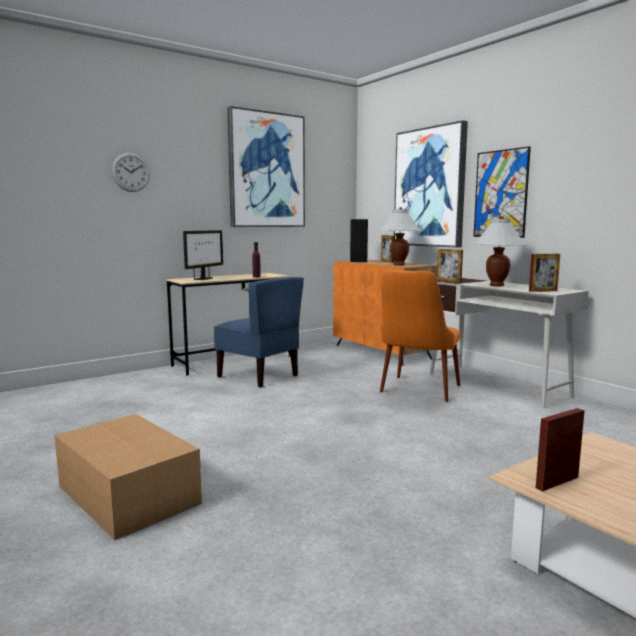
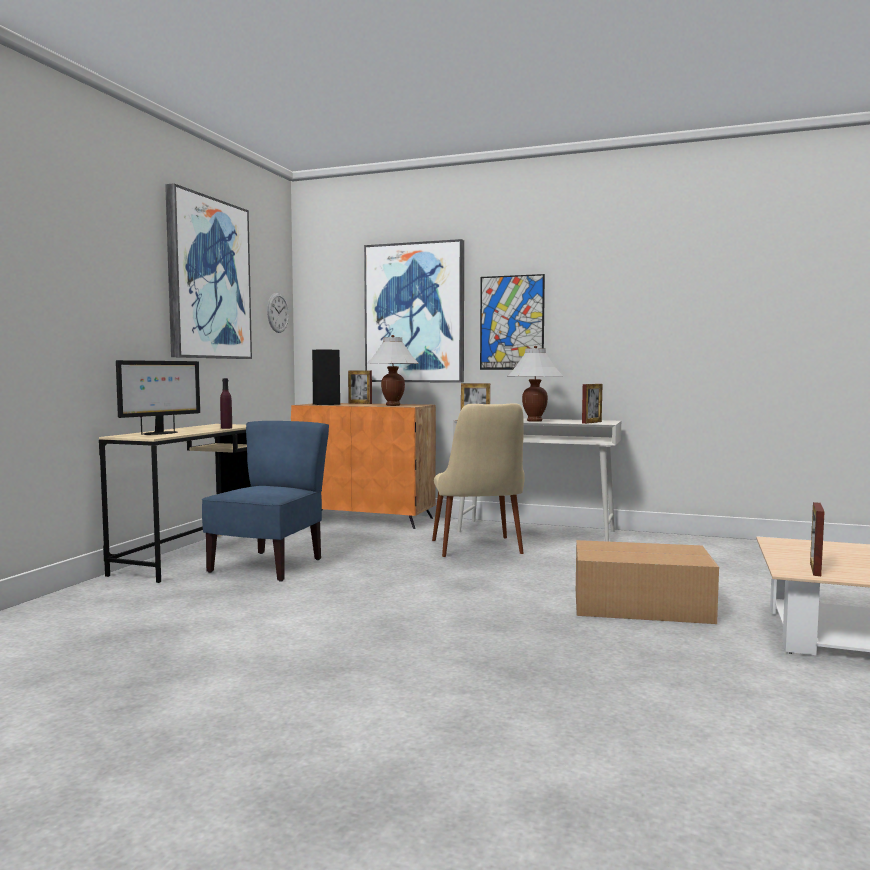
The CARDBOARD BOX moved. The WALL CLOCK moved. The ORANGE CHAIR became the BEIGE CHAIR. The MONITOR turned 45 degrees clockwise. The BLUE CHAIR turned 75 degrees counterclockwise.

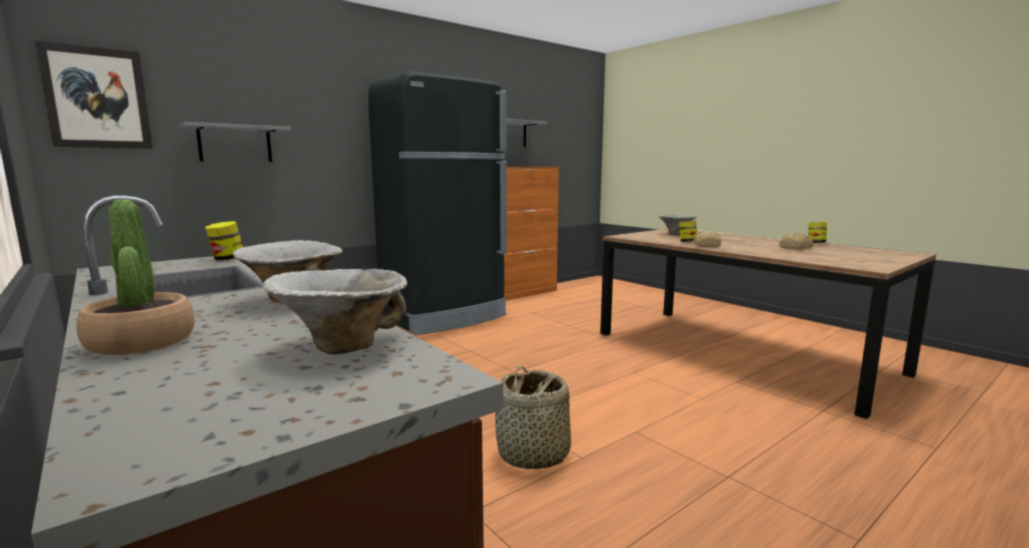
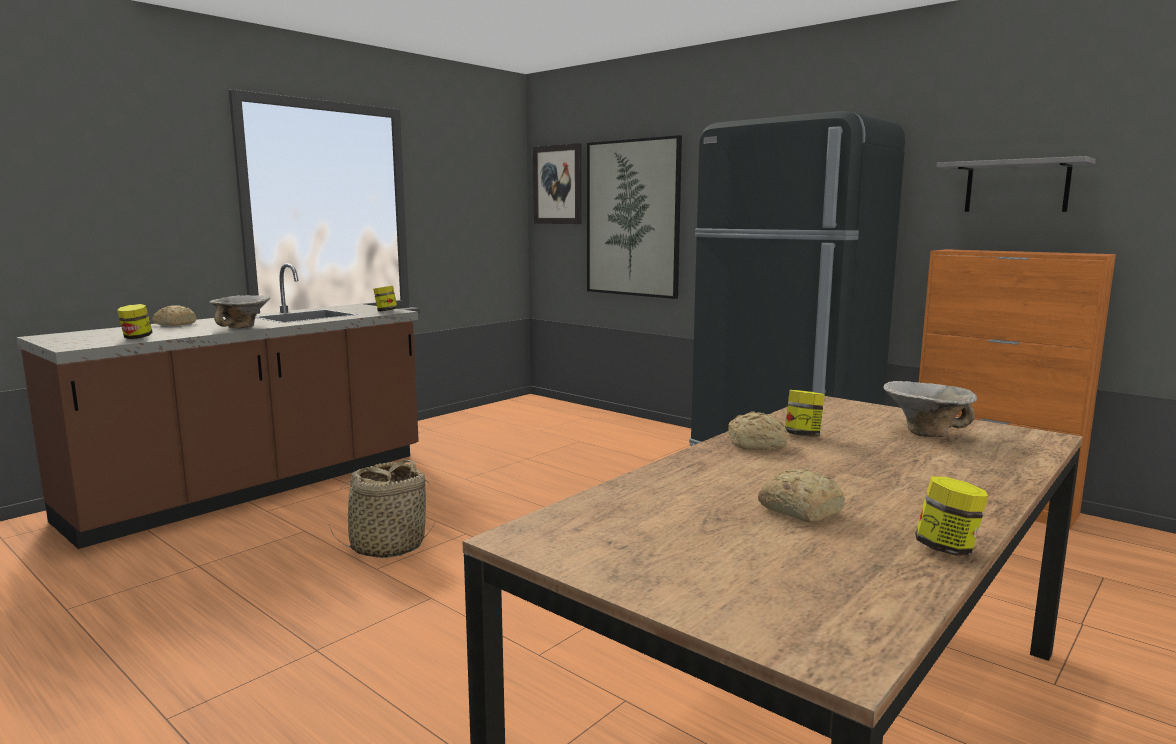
The POTTED PLANT was replaced by the BREAD (1st from left). The GREY SHELF (1st from left) was replaced by the PICTURE (2nd from left). The BOWL (2nd from left) was replaced by the JAR (1st from left).

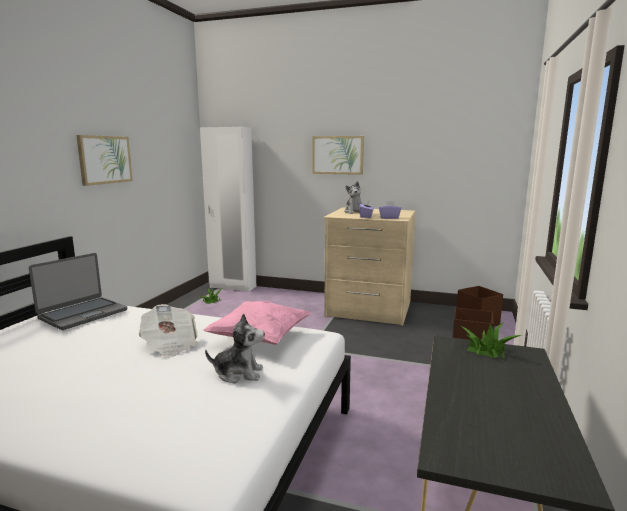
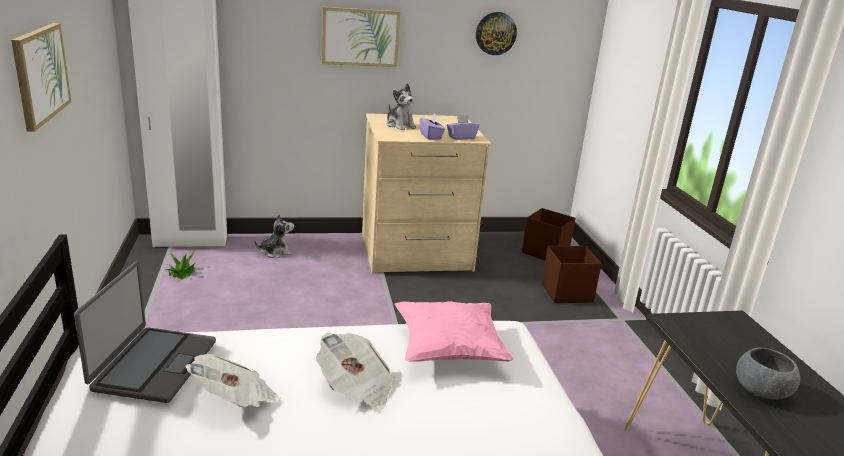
The POTTED PLANT (2nd from left) disappeared. The NEWSPAPER (1st from left) appeared. The WALL CLOCK appeared. The GREY BOWL appeared. The PLUSH TOY (1st from left) moved.

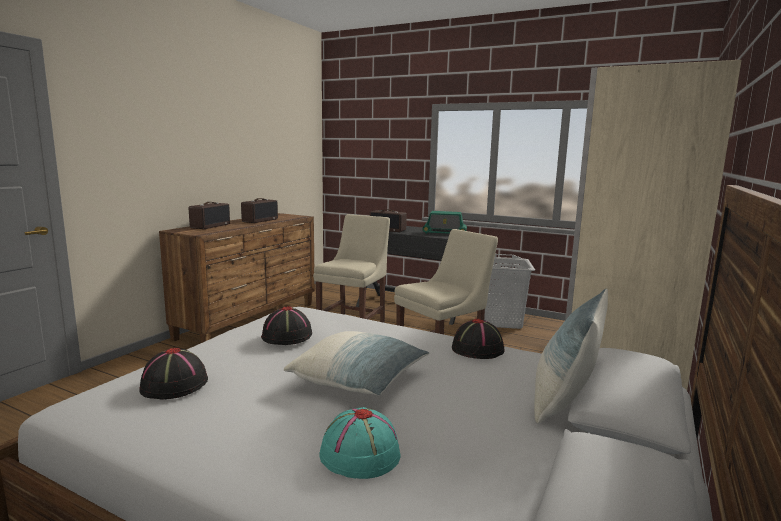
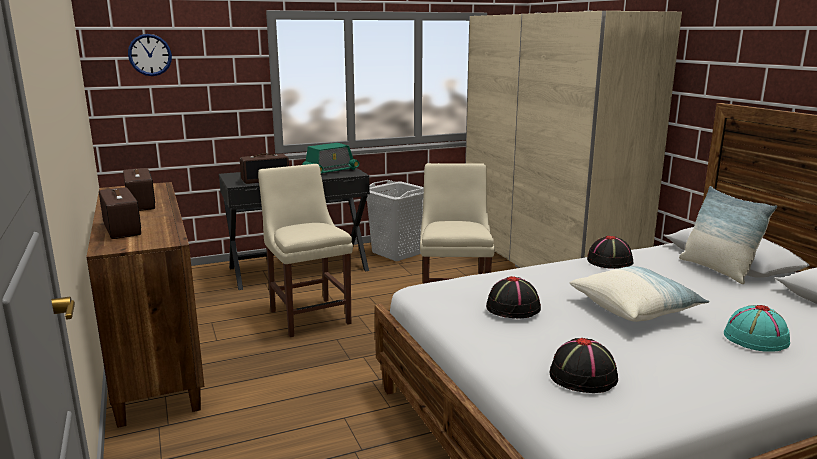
The WALL CLOCK appeared.

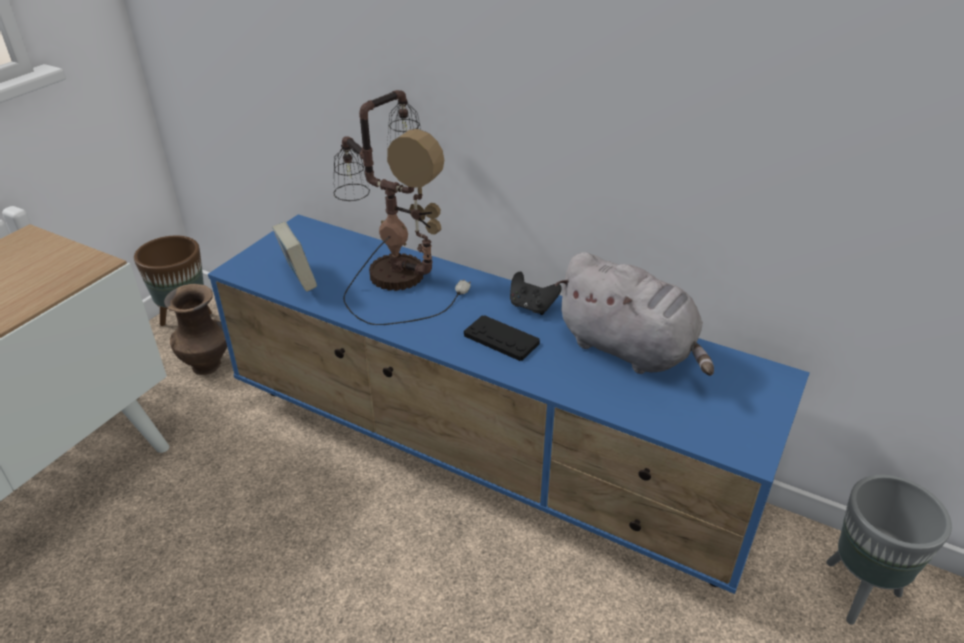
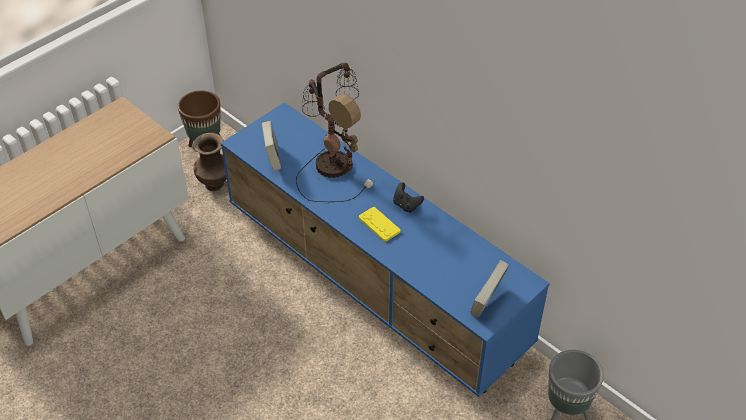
The GREY PLUSH TOY disappeared. The BOOK (2nd from left) appeared. The BLACK GAME CONTROLLER (1st from left) became the YELLOW GAME CONTROLLER.

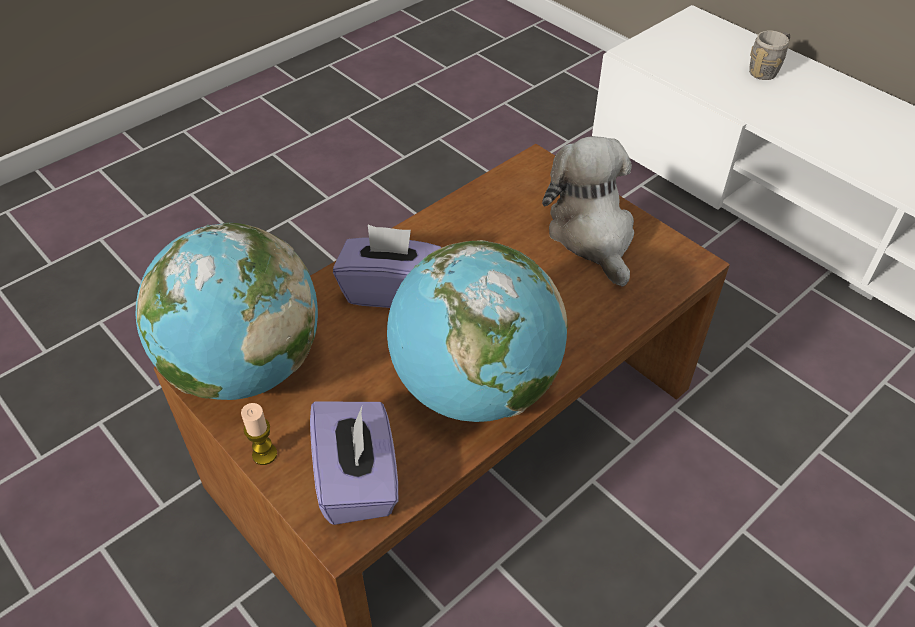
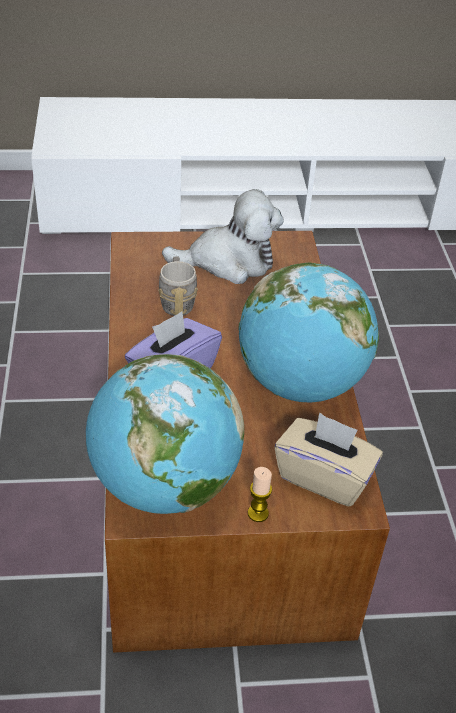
The GREY MUG moved. The PURPLE TISSUE BOX (1st from left) became the BEIGE TISSUE BOX. The PLUSH TOY turned 150 degrees clockwise.

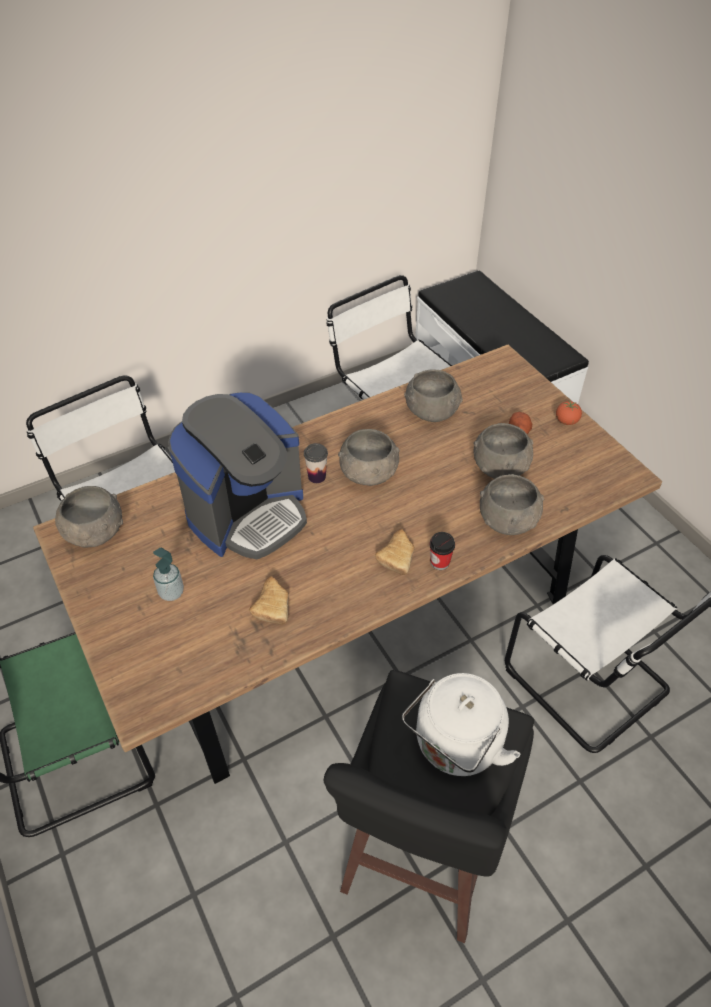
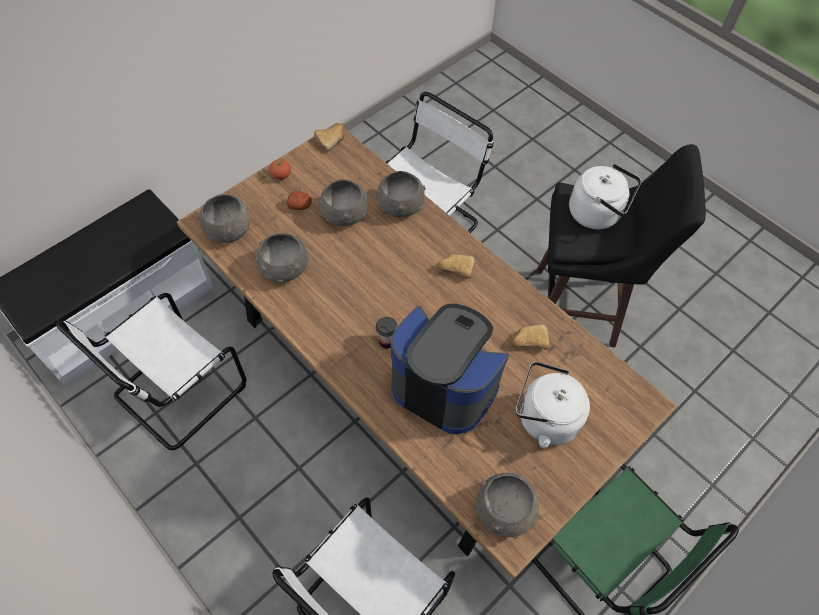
The CUP (2nd from left) disappeared. The BREAD (1st from left) appeared. The GREY BOWL (2nd from left in the first image) moved. The SOAP DISPENSER was replaced by the WHITE KETTLE (1st from left).

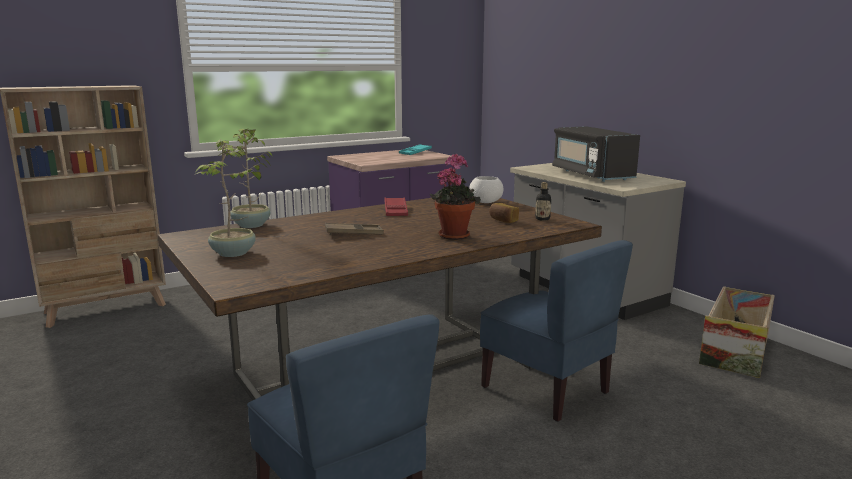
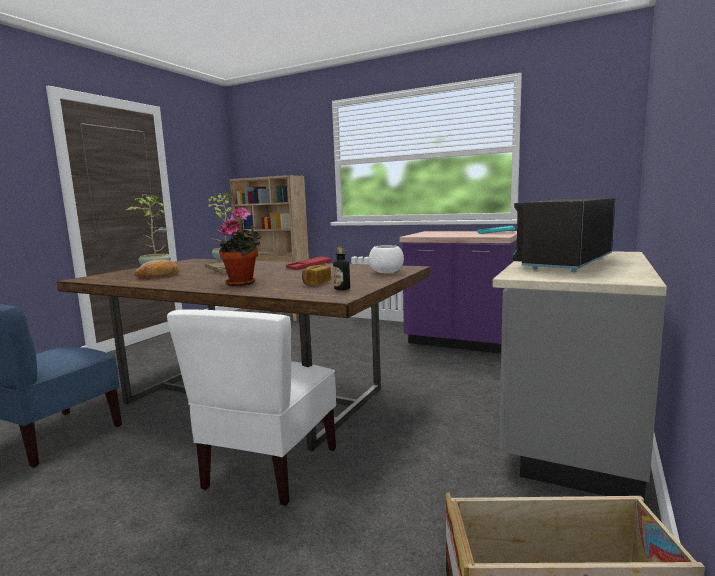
The BREAD (1st from left) appeared. The BLUE CHAIR (2nd from left) became the WHITE CHAIR.

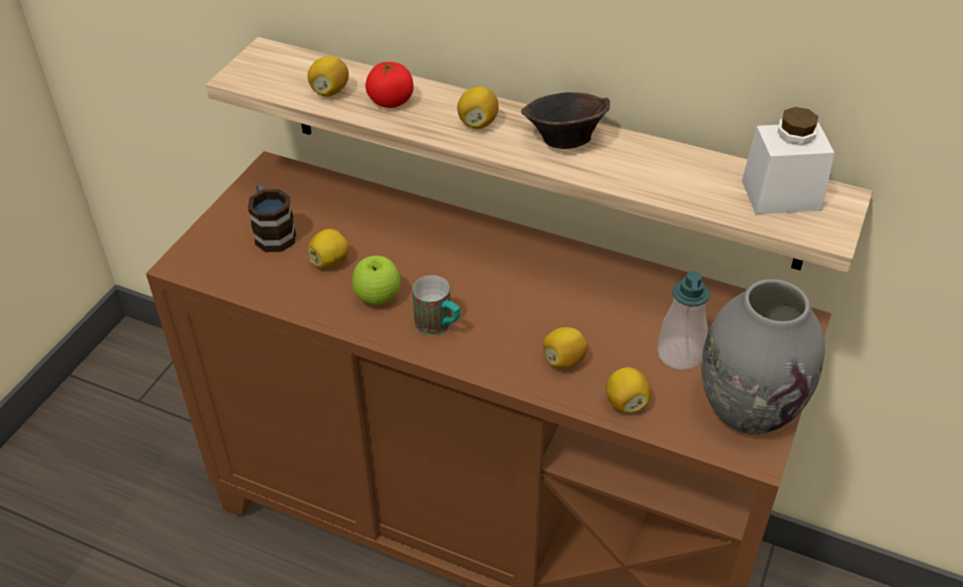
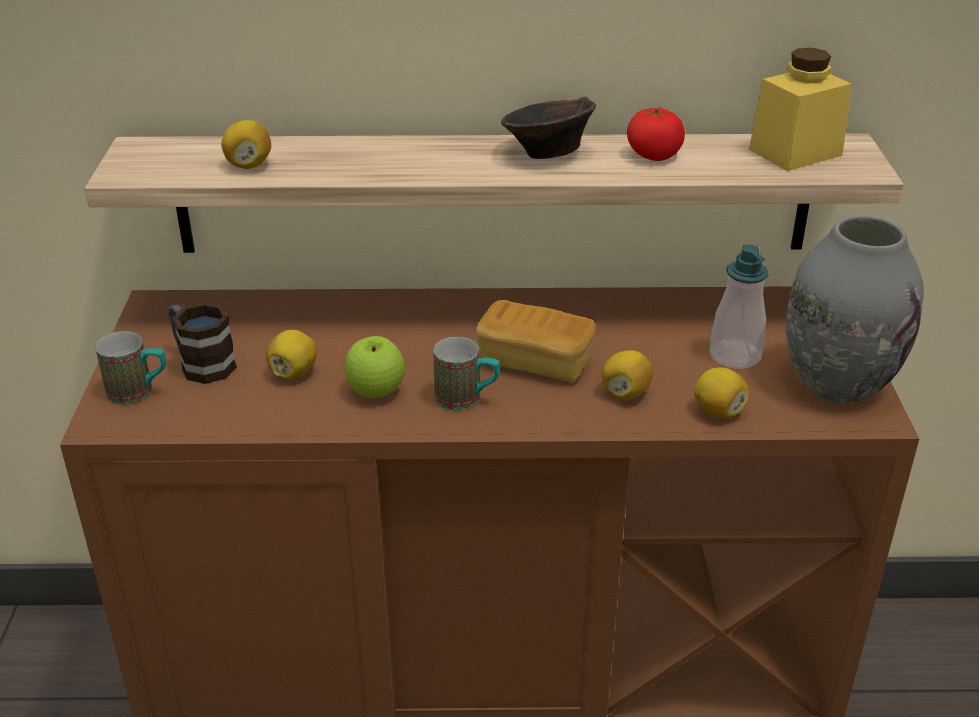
The LEMON (3rd from left) disappeared. The MUG (1st from left) appeared. The BREAD appeared. The TOMATO moved. The WHITE JAR became the YELLOW JAR.

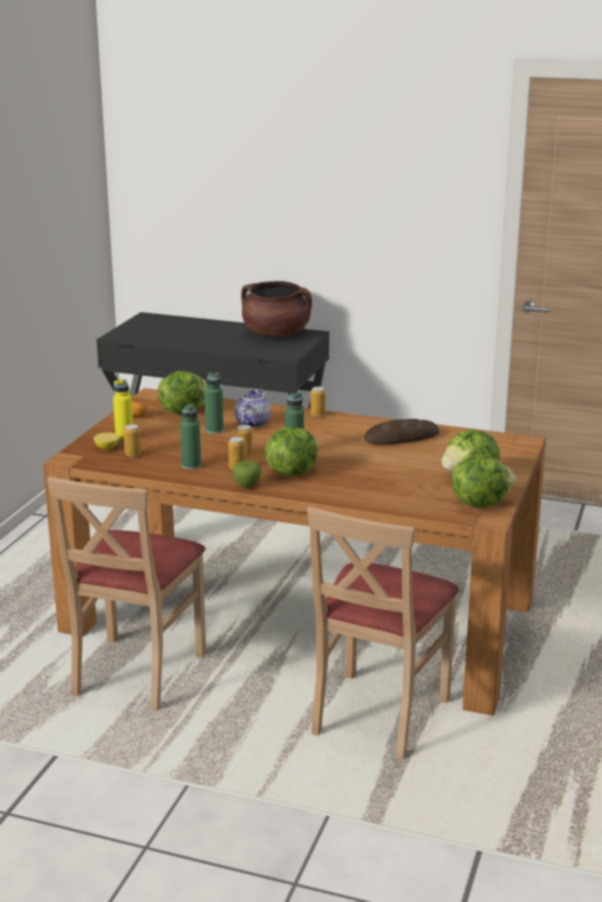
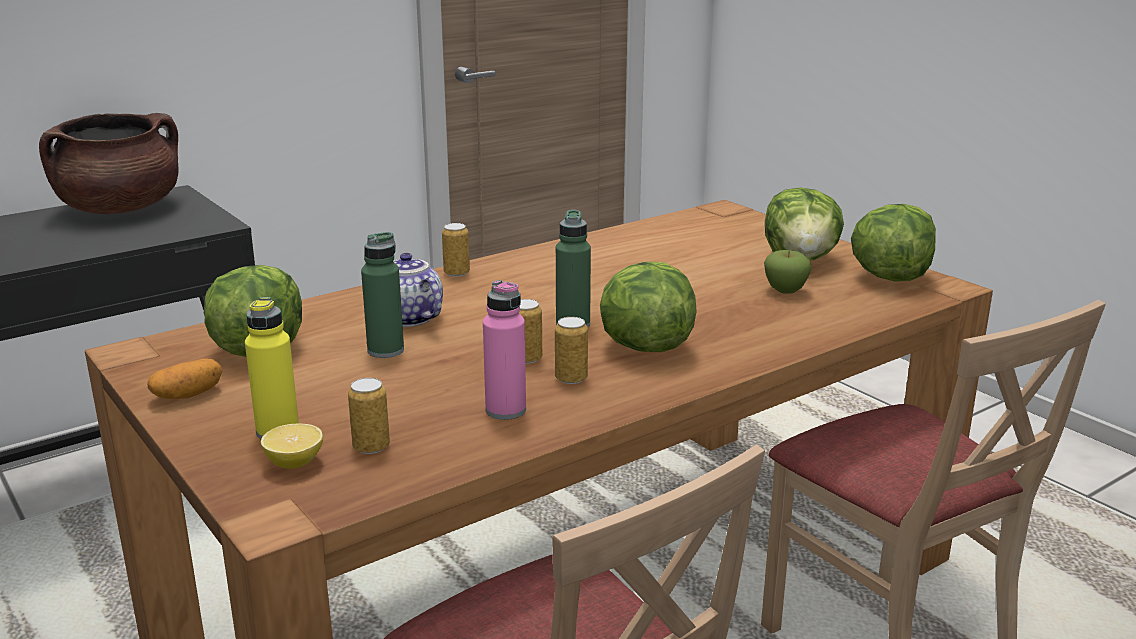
The BREAD disappeared. The APPLE moved. The GREEN BOTTLE (1st from left) became the PINK BOTTLE.

